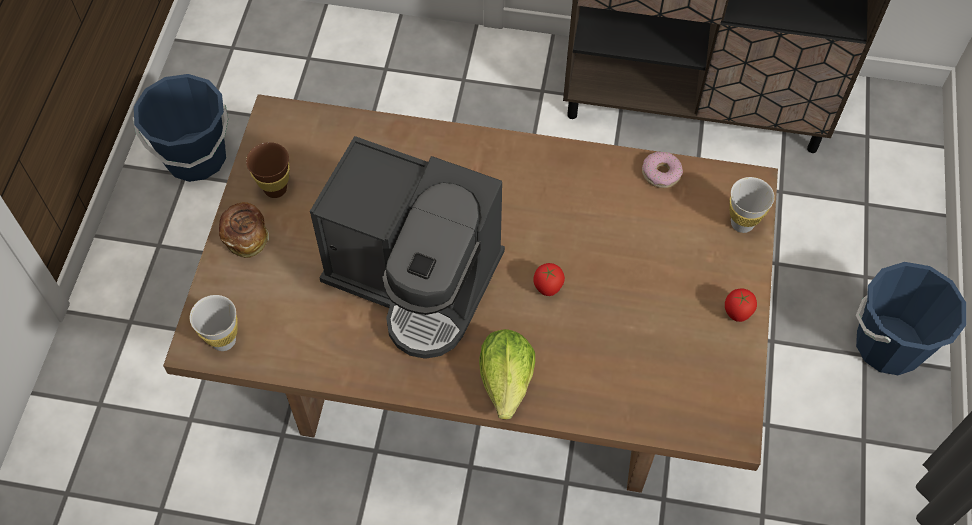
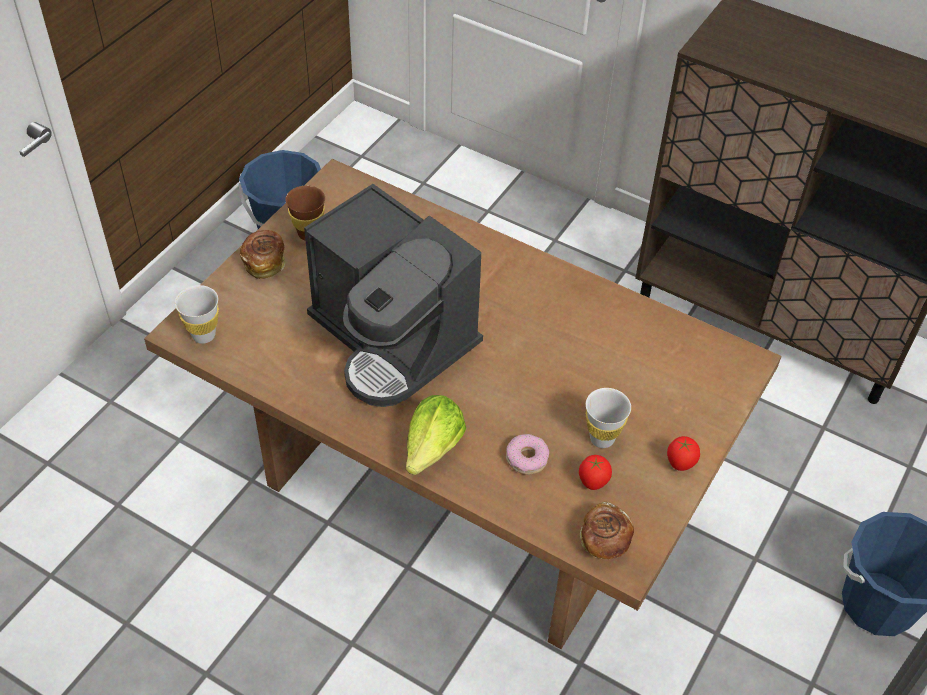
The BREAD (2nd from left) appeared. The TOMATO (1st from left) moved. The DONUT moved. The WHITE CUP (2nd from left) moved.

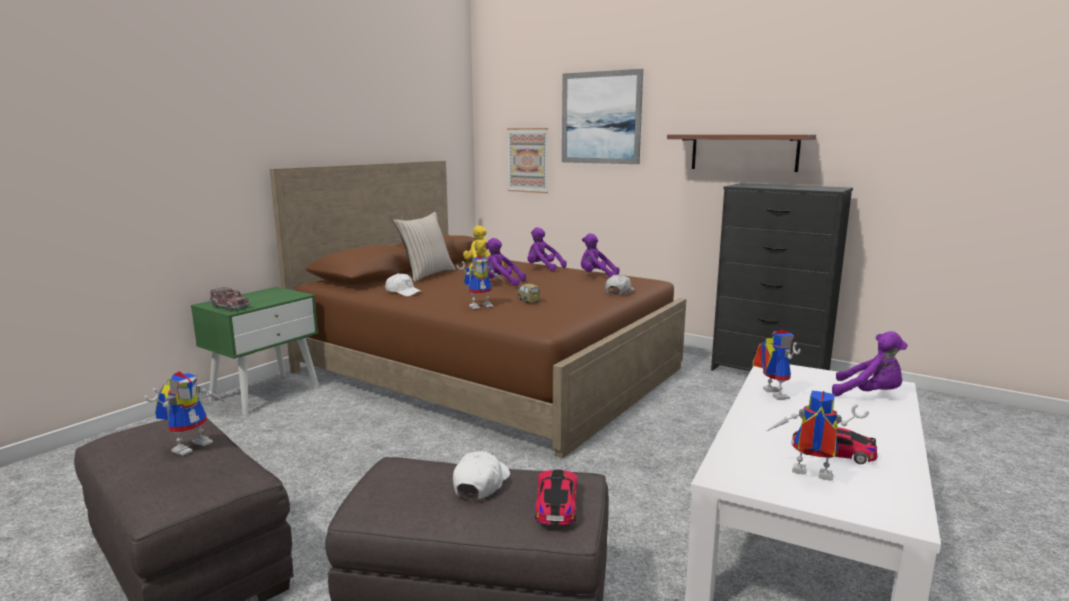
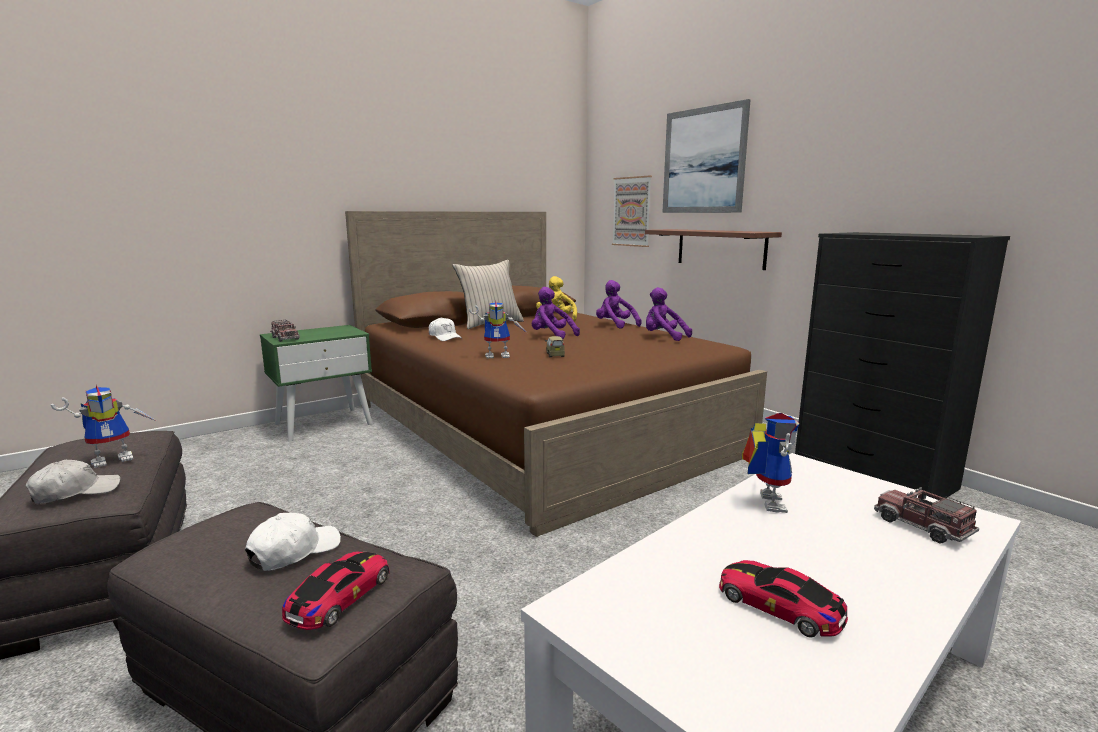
The TOY ROBOT (4th from left) disappeared. The WHITE CAP (3rd from left in the first image) moved. The SHELF moved. The PURPLE PLUSH TOY (4th from left) was replaced by the TOY TRUCK (2nd from left).

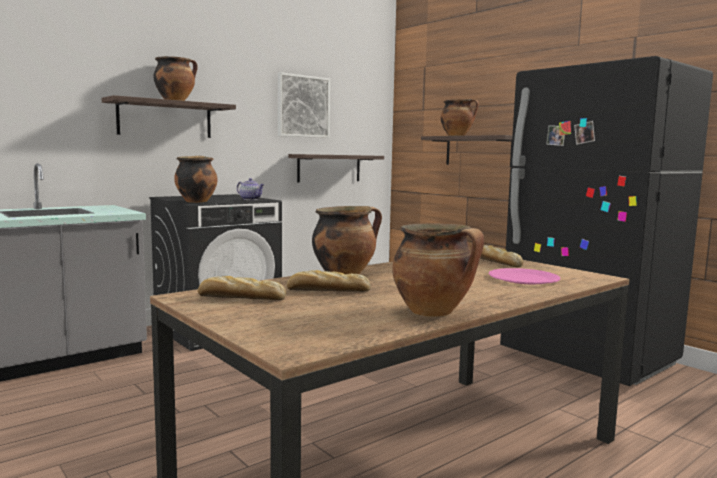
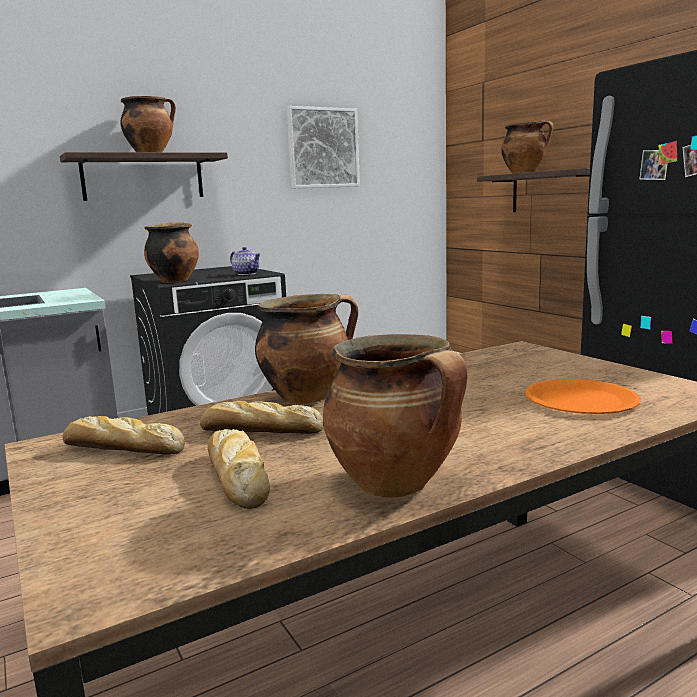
The SHELF (2nd from left) disappeared. The BREAD (3rd from left in the first image) moved. The PINK PLATE became the ORANGE PLATE.

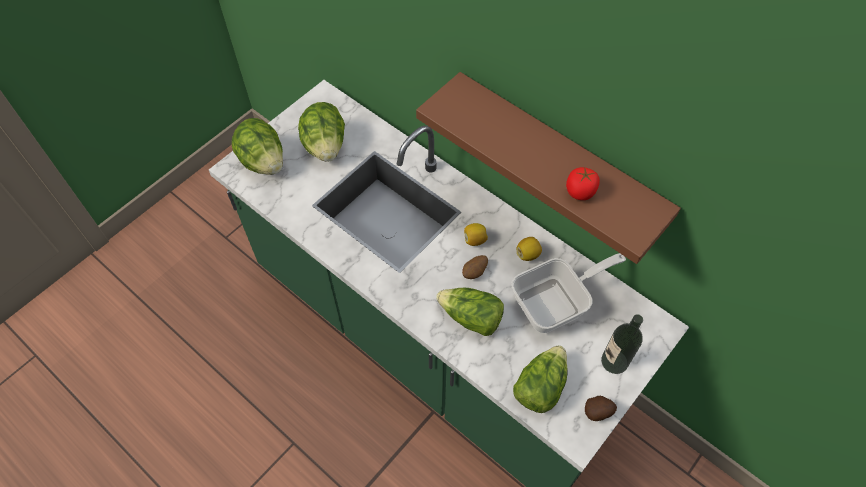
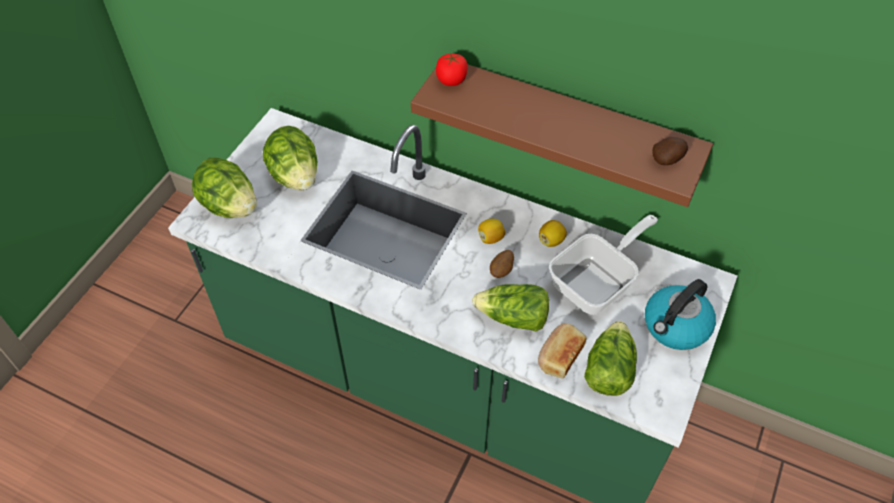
The BREAD appeared. The TOMATO moved. The POTATO (2nd from left) moved. The BOTTLE was replaced by the KETTLE.

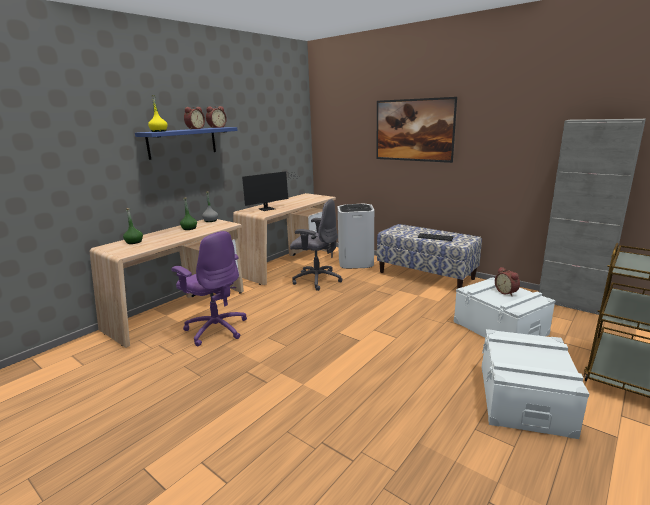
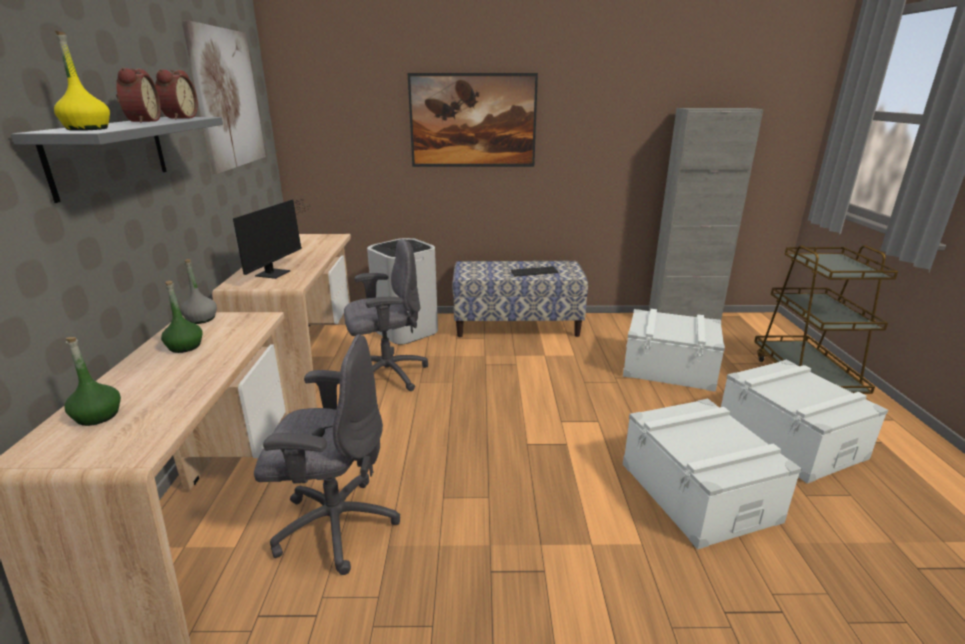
The ALARM CLOCK (3rd from left) disappeared. The PICTURE (1st from left) appeared. The WHITE STORAGE BOX (2nd from left) appeared. The BLUE SHELF became the GREY SHELF. The PURPLE OFFICE CHAIR became the GREY OFFICE CHAIR (1st from left).

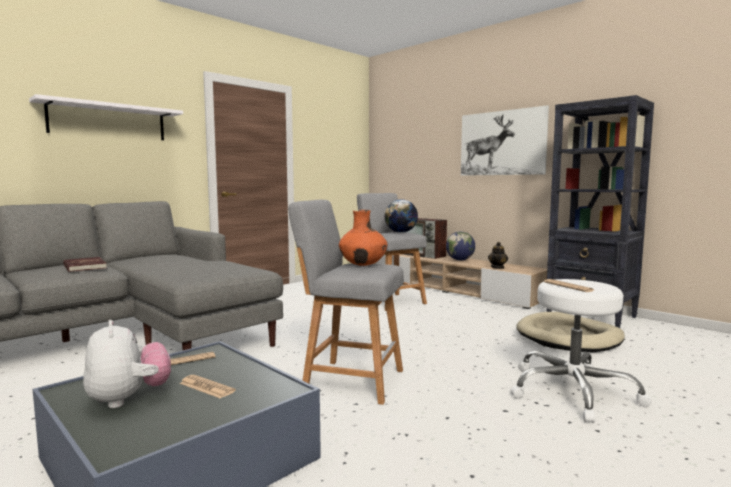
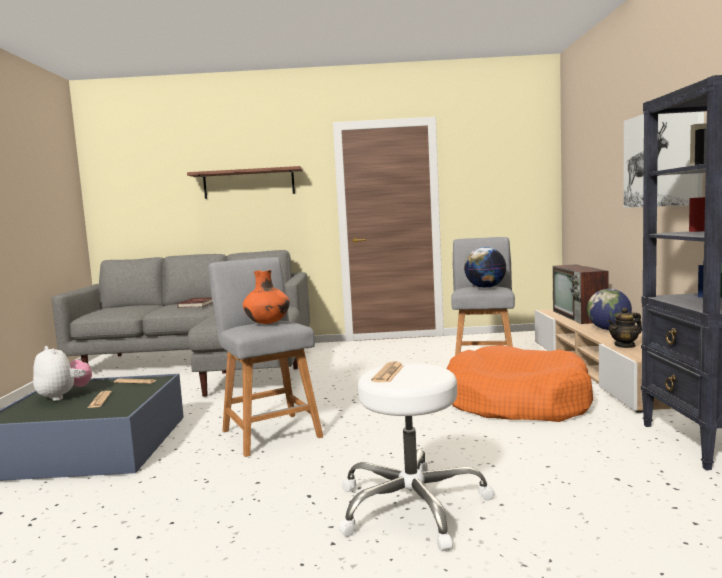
The BEIGE DOG BED disappeared. The ORANGE DOG BED appeared. The WHITE SHELF became the BROWN SHELF. The PLUSH TOY turned 60 degrees counterclockwise.

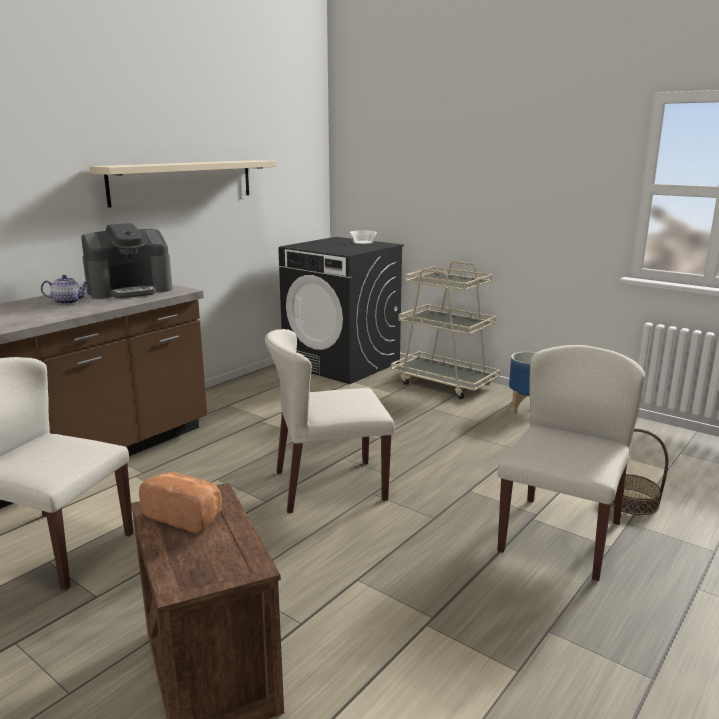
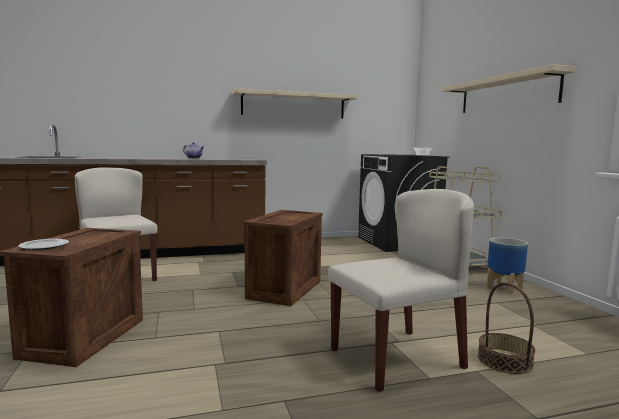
The COFFEE MACHINE disappeared. The BREAD disappeared. The PLATE appeared. The BEIGE SHELF (2nd from left) appeared. The BEIGE CHAIR (2nd from left) was replaced by the CRATE (2nd from left).

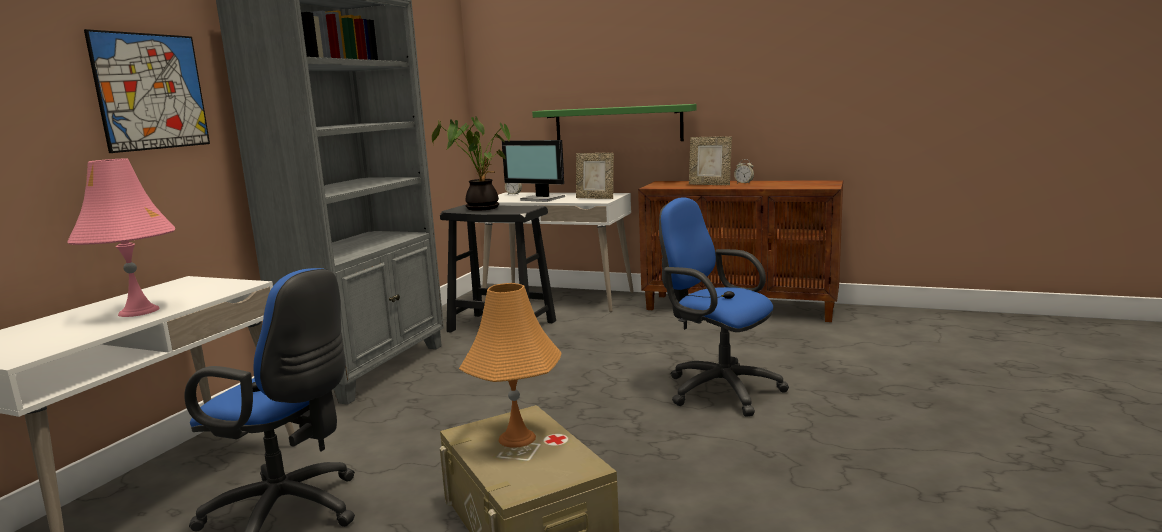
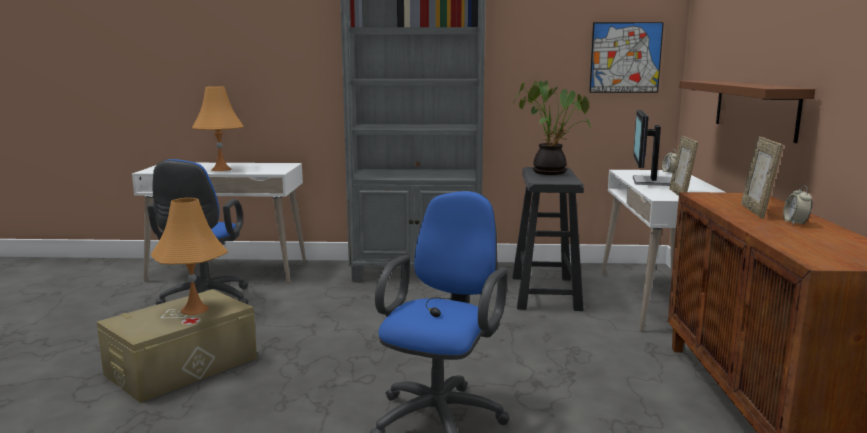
The PICTURE moved. The PINK TABLE LAMP became the ORANGE TABLE LAMP (2nd from left). The GREEN SHELF became the BROWN SHELF.

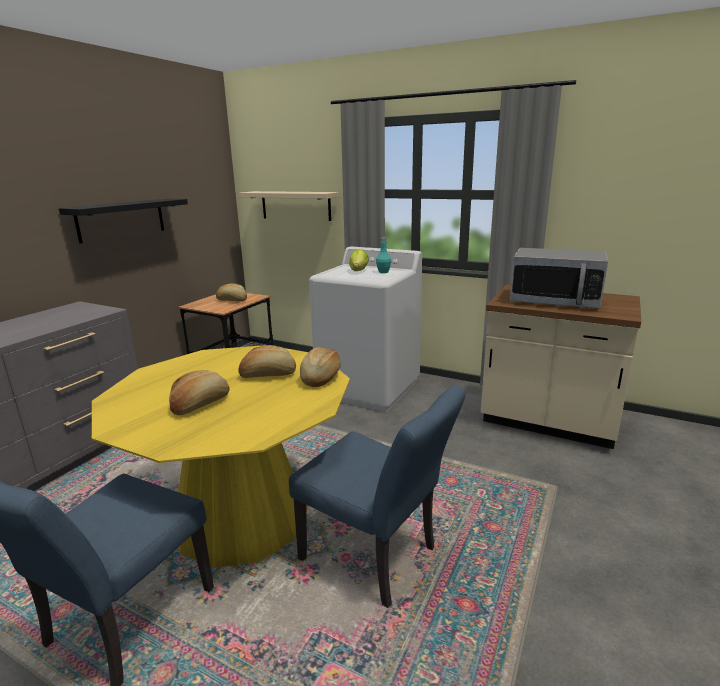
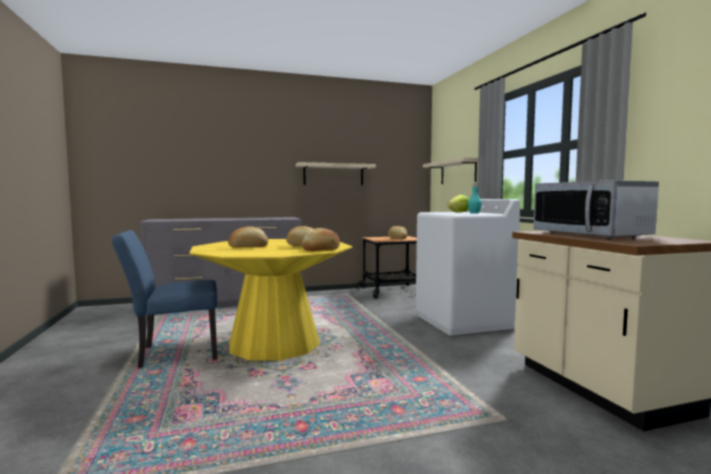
The BLUE CHAIR (2nd from left) disappeared. The BLACK SHELF became the BEIGE SHELF (1st from left).

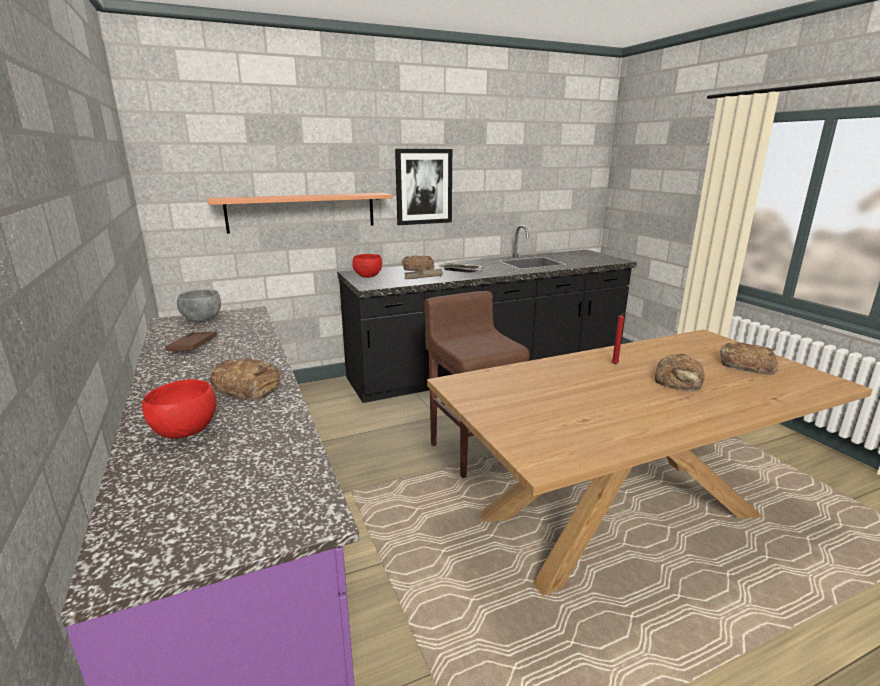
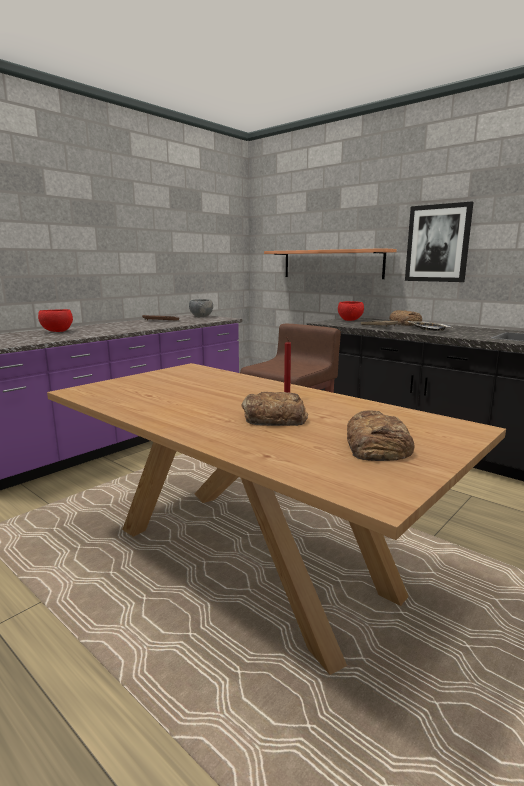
The BREAD (1st from left) disappeared.

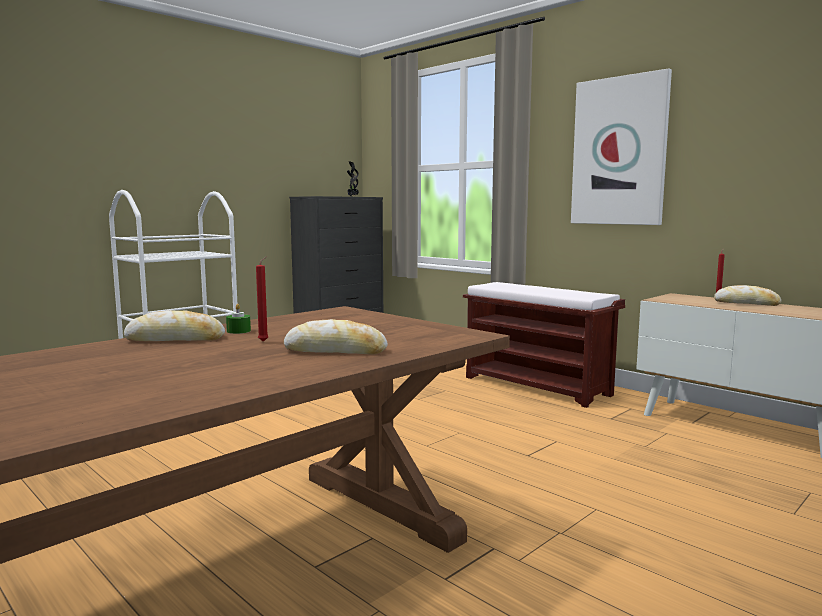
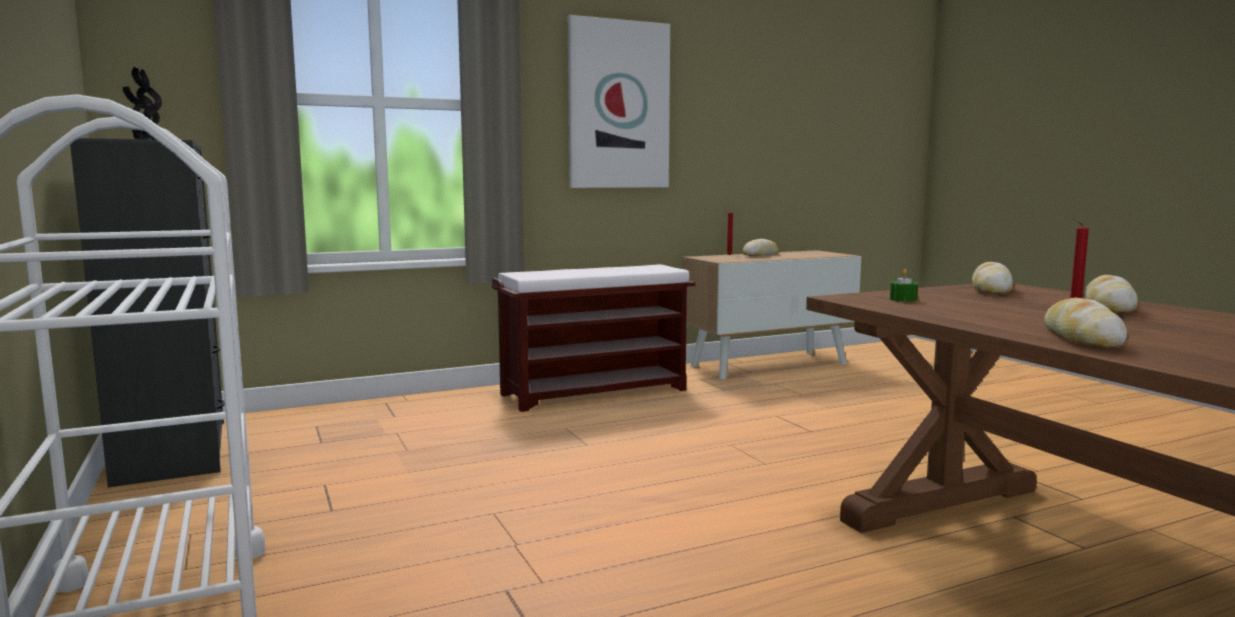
The BREAD (2nd from left) appeared. The GREEN CANDLE moved.

